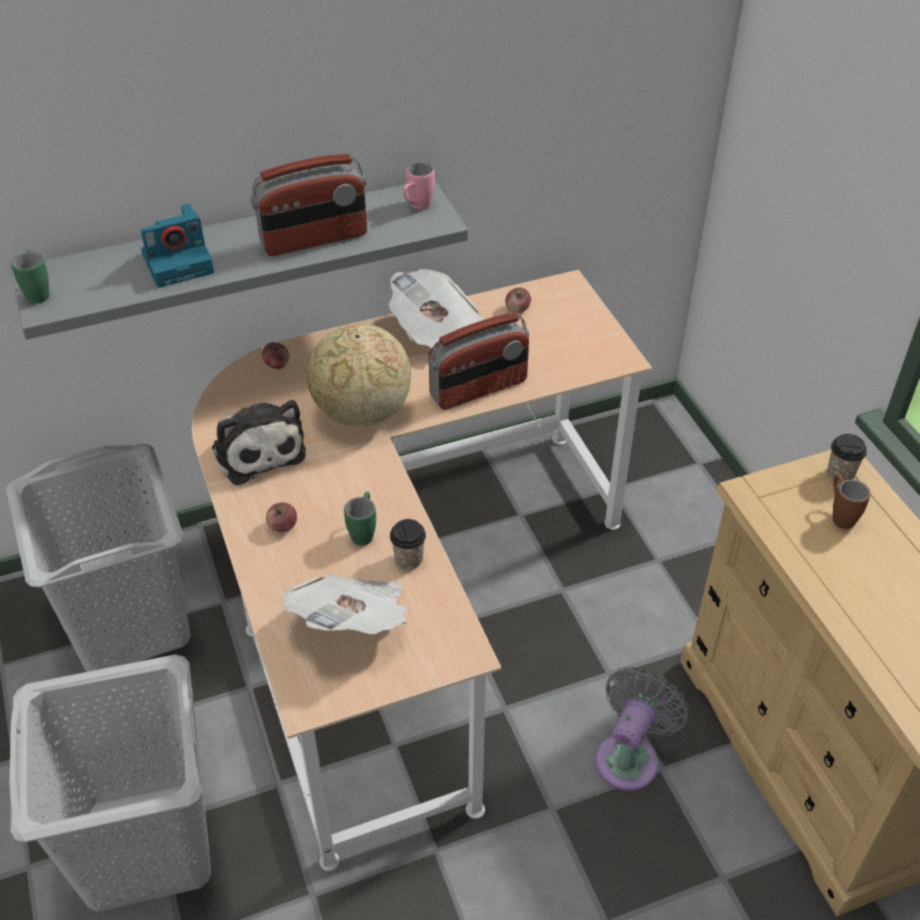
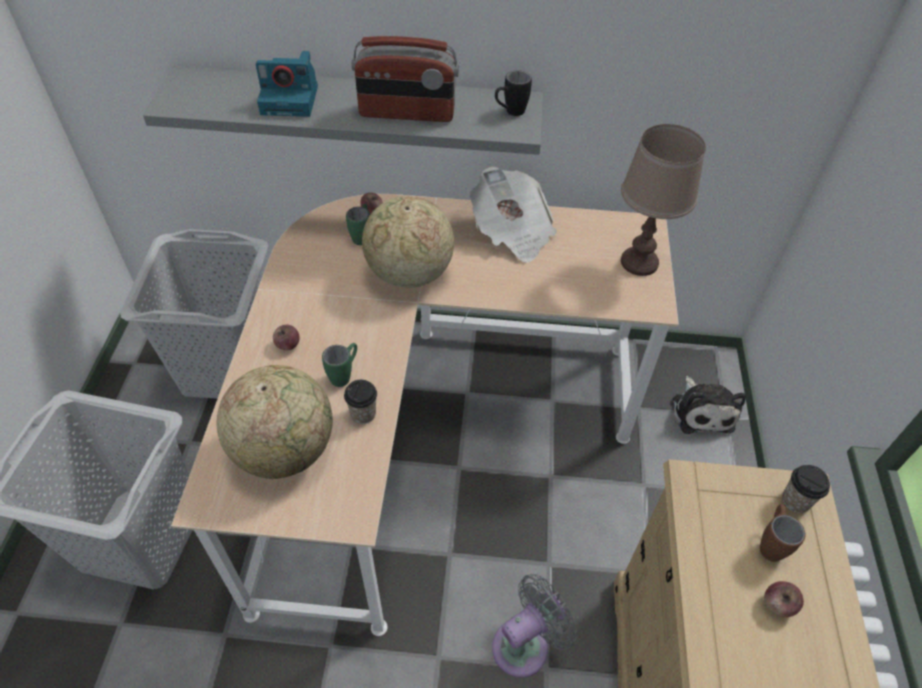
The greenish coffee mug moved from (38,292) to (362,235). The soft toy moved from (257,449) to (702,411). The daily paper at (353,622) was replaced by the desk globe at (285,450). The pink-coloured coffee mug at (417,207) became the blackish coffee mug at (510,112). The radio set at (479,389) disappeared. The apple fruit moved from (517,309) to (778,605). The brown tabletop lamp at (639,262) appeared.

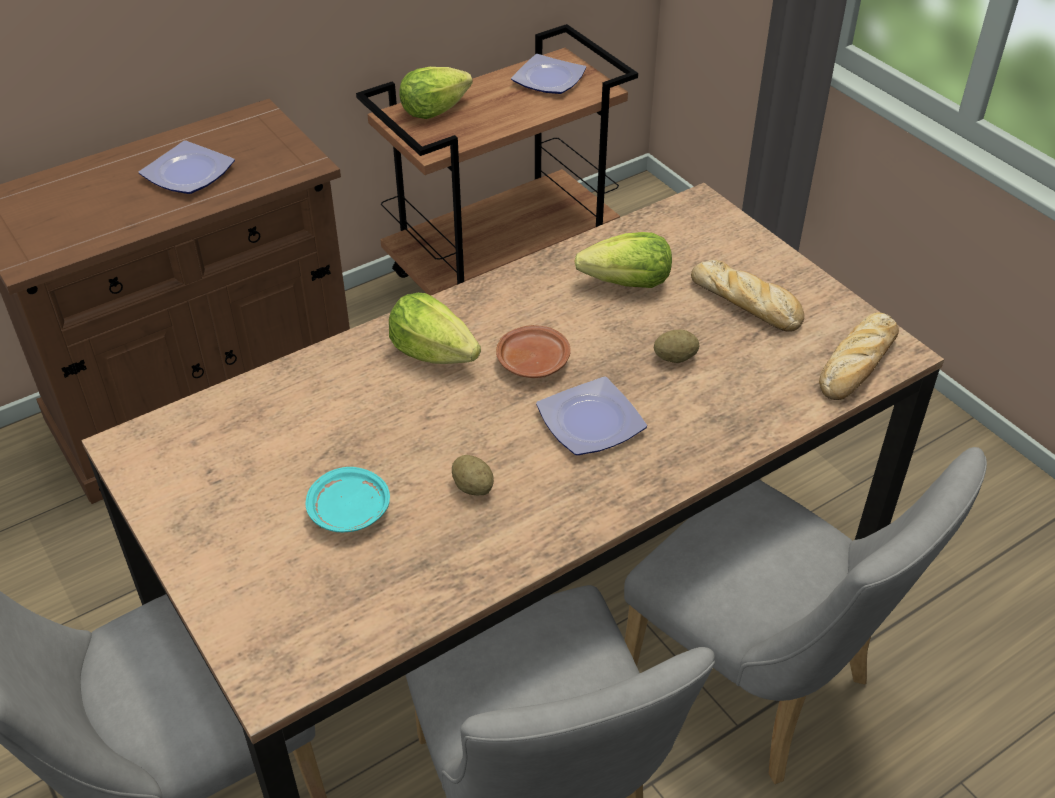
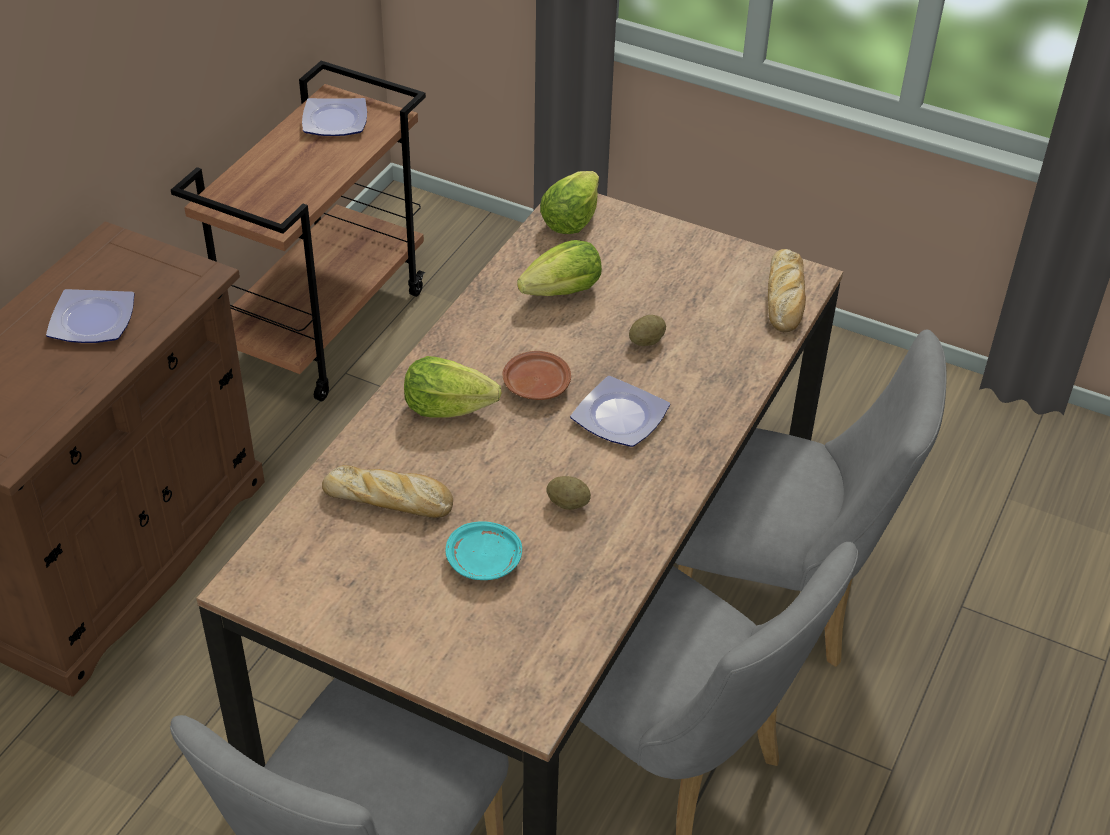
The head of lettuce moved from (433,110) to (570,220). The baked bread moved from (747,304) to (390,500).

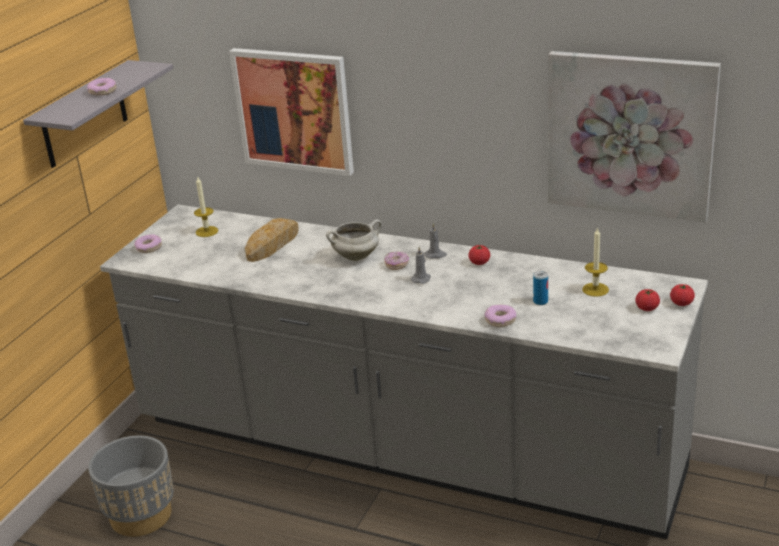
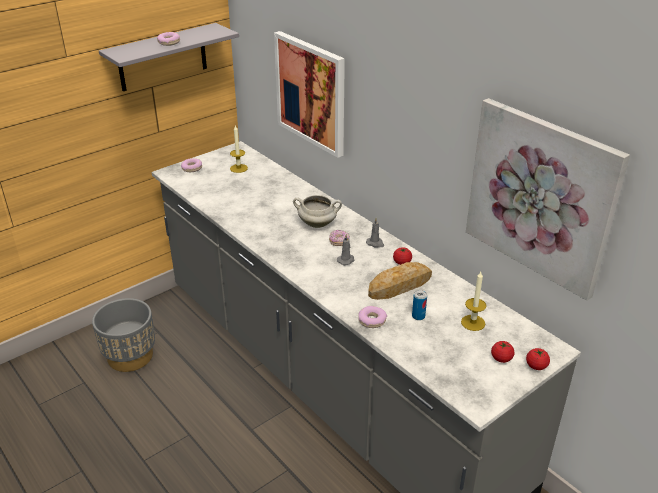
The baked bread moved from (273,244) to (400,285).

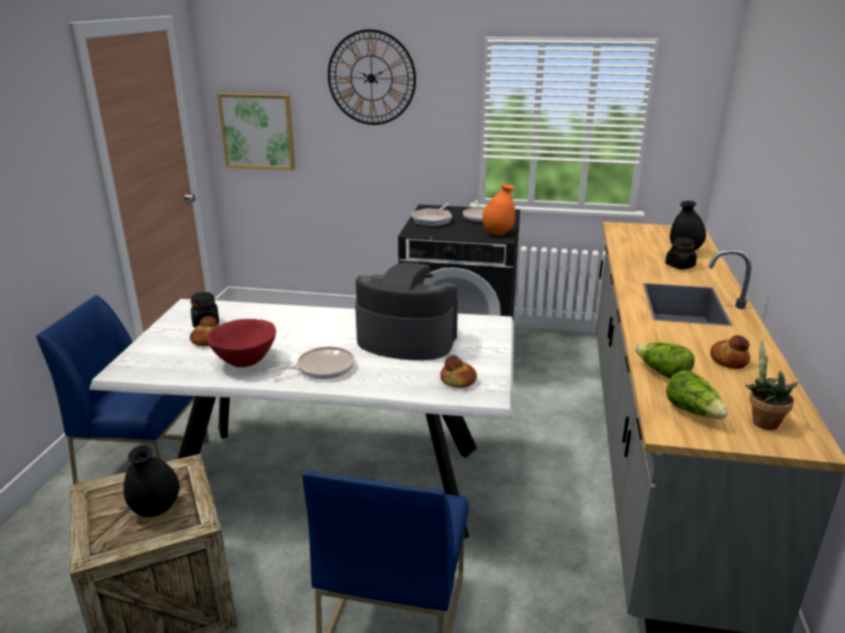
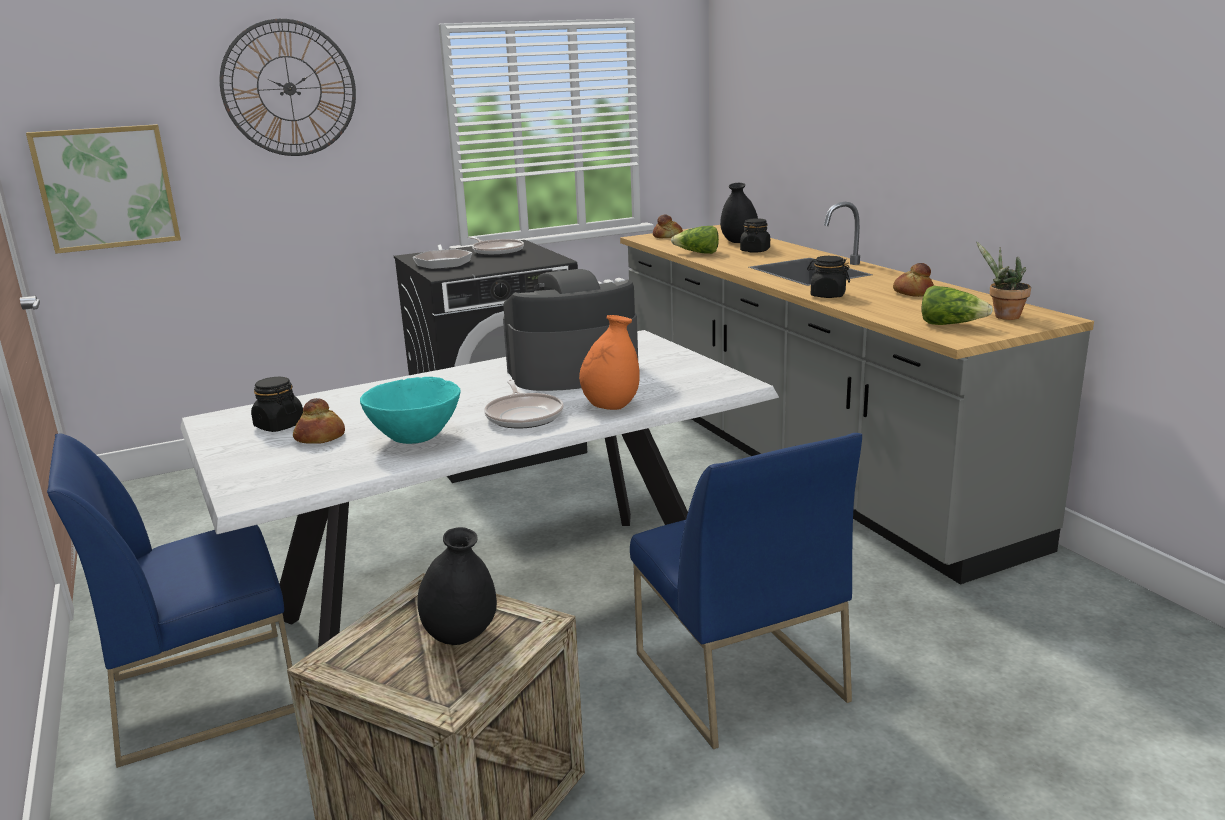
The red-coloured serving bowl at (245,362) became the blue-green serving bowl at (416,438). The skillet at (322,368) turned 135 degrees clockwise. The baked bread moved from (458,381) to (668,236). The orange-coloured vase moved from (497,233) to (611,407). The head of lettuce moved from (662,373) to (697,253). The blackish jar at (827,295) appeared.

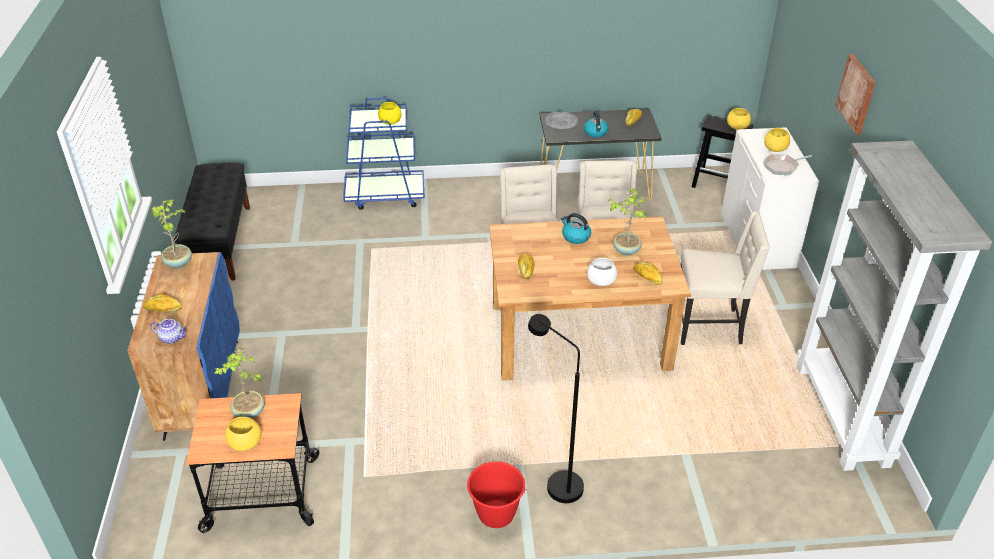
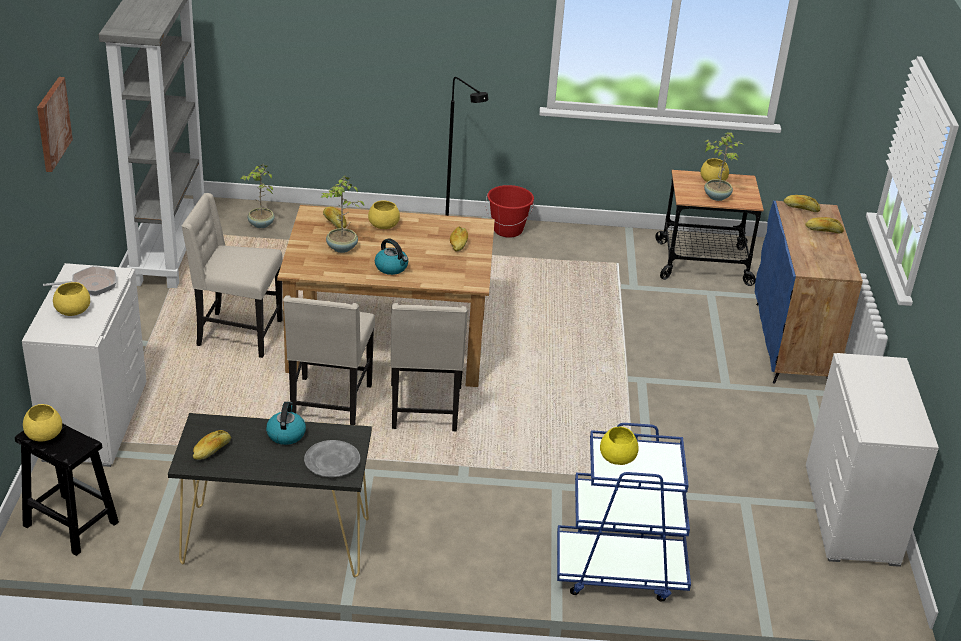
The houseplant moved from (179,262) to (260,224). The teapot at (172,338) was replaced by the baked bread at (801,208). The blackish long seat at (220,243) was replaced by the white dresser at (852,515). The white serving bowl at (600,281) became the yellowish serving bowl at (384,225).

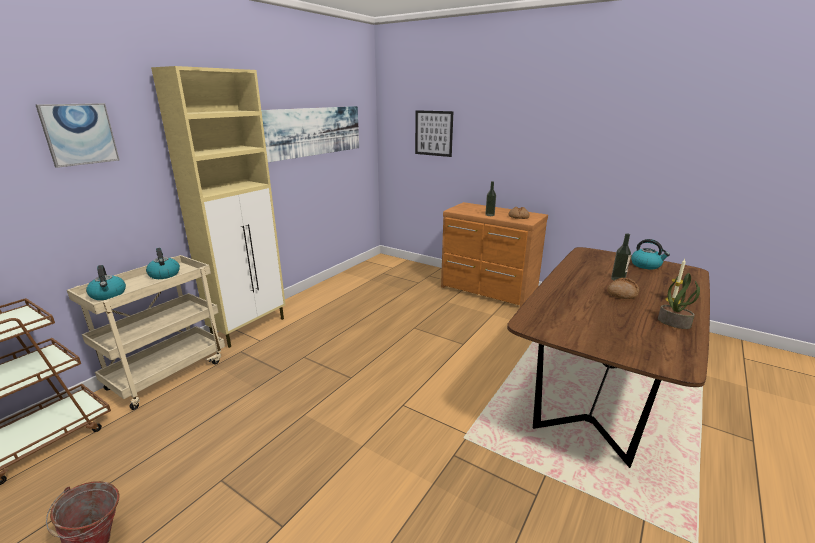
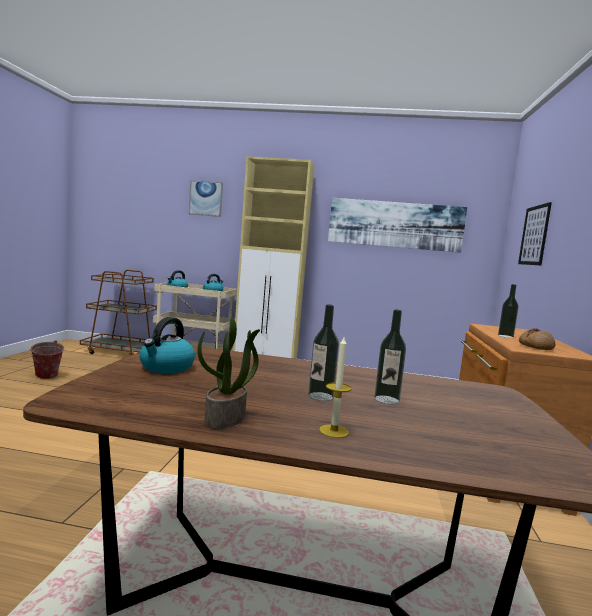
The baked bread at (622,293) was replaced by the drink bottle at (320,396). The tea kettle moved from (646,265) to (166,367).

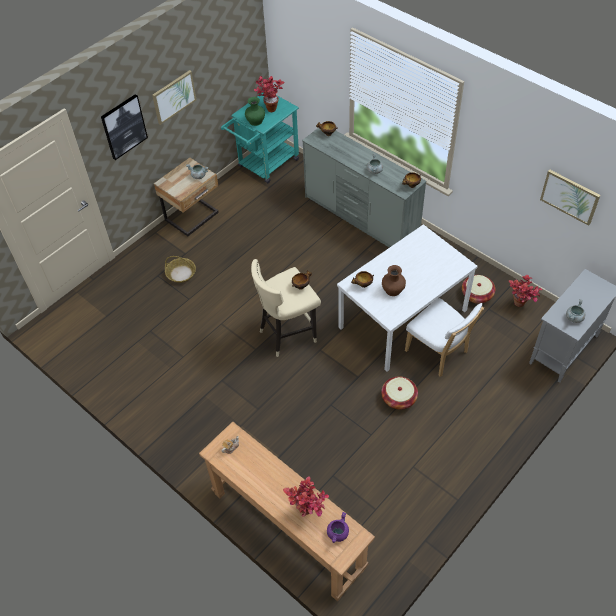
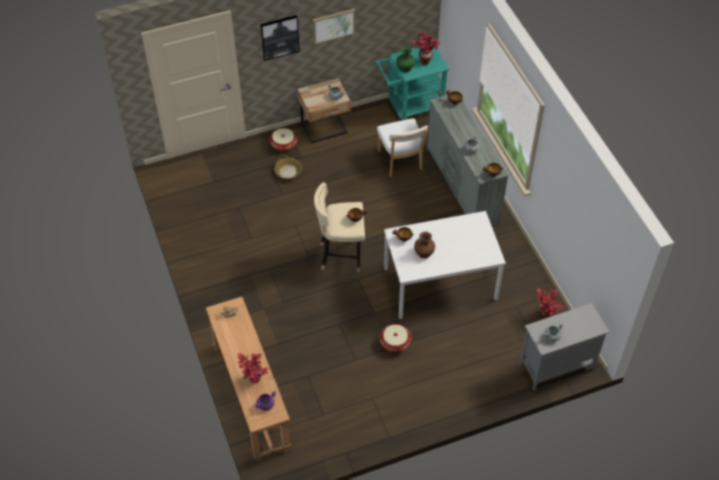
The white upright chair moved from (438,353) to (401,162). The storage basket moved from (477,295) to (283,145). The picture at (570,196) disappeared.

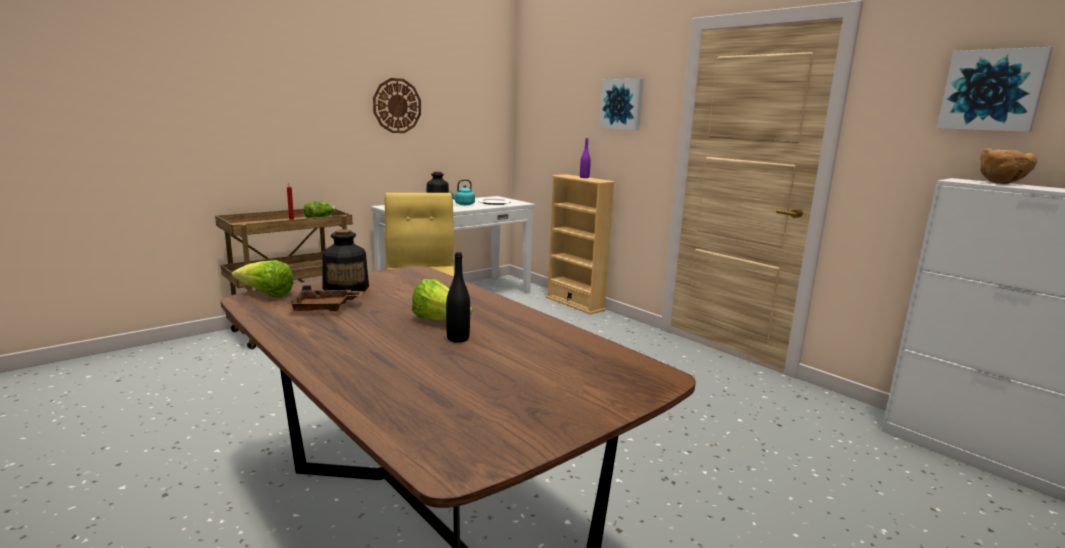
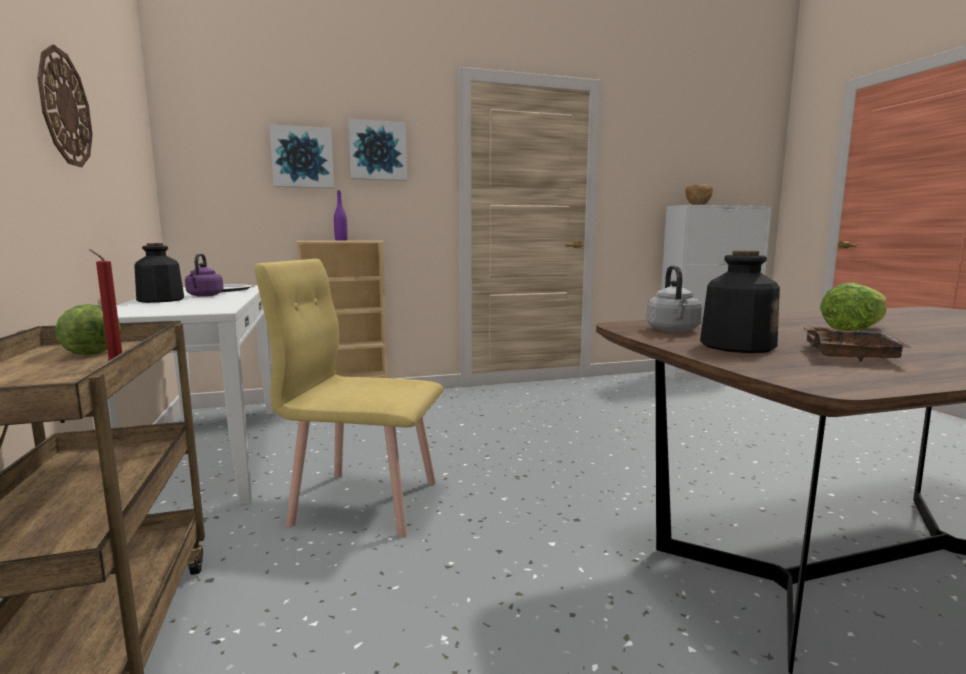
The head of lettuce at (266,295) disappeared. The blackish drink bottle at (458,338) disappeared. The blue-green tea kettle at (463,204) became the purplish tea kettle at (204,295). The picture moved from (992,90) to (302,157). The greyish tea kettle at (673,330) appeared.

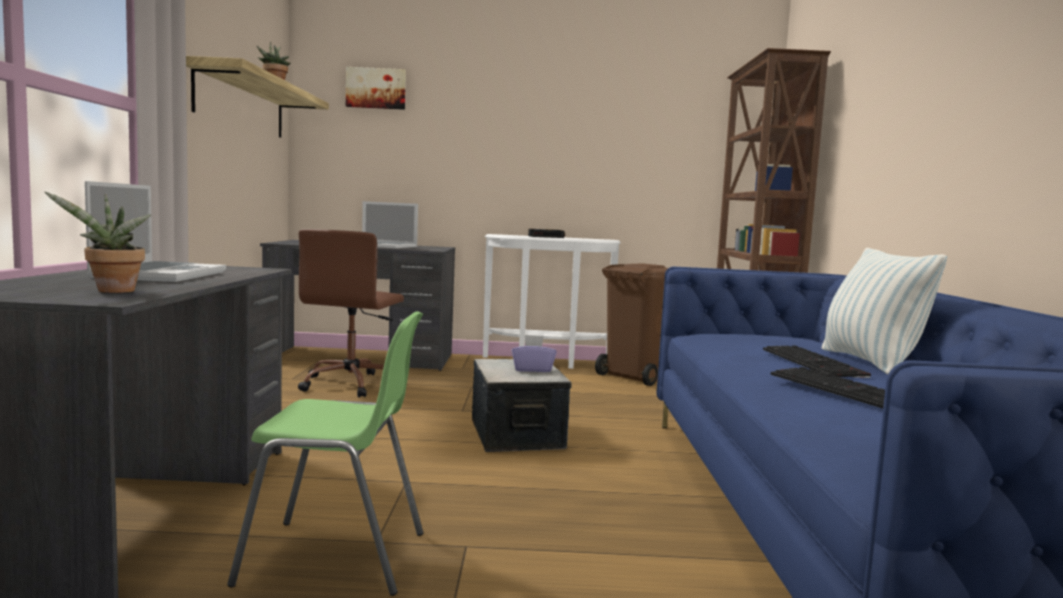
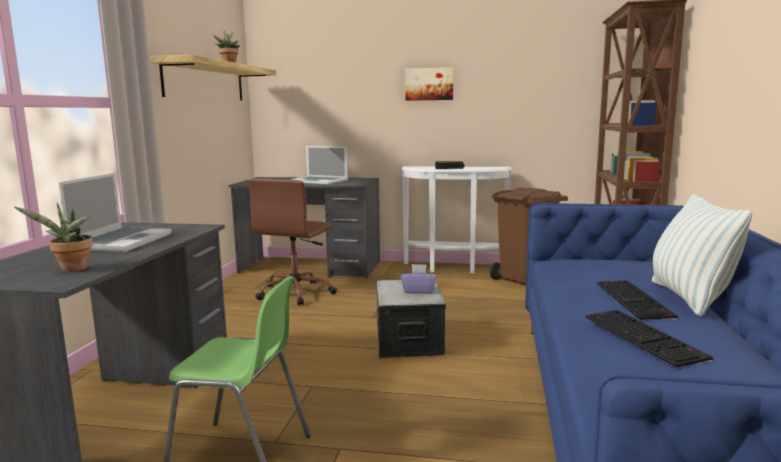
The picture moved from (376,88) to (429,84).

